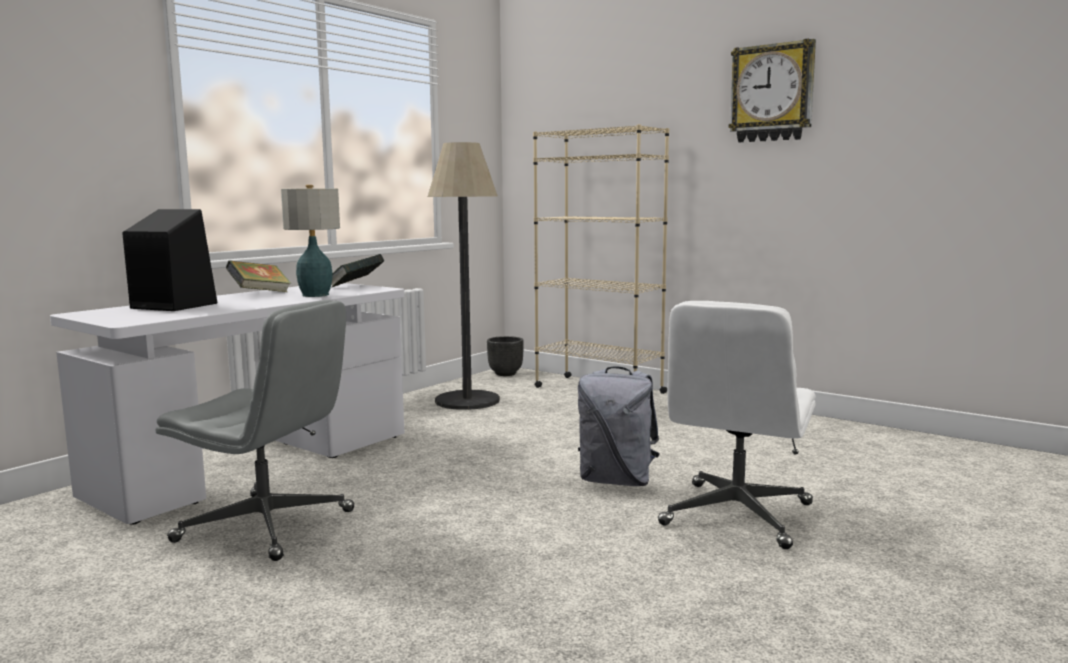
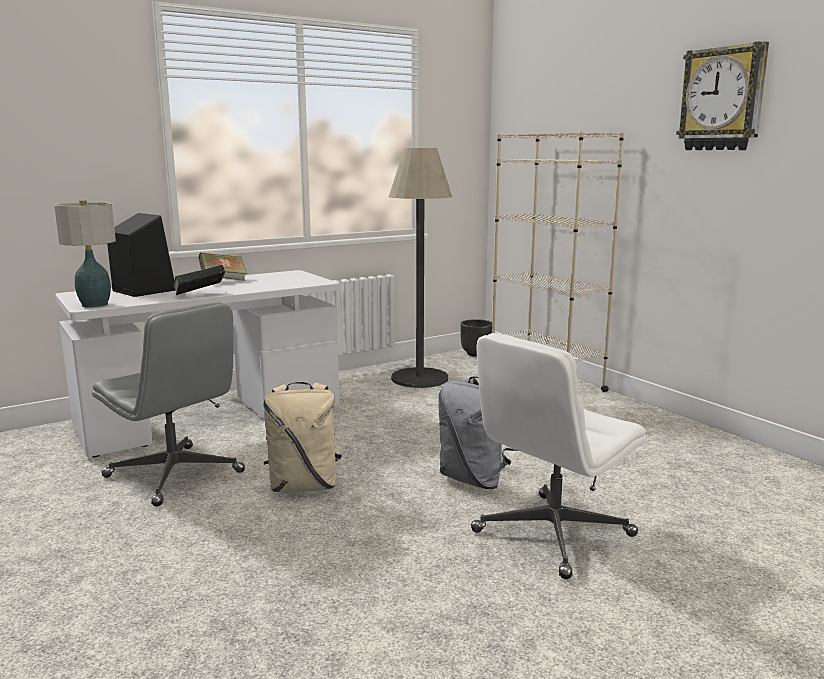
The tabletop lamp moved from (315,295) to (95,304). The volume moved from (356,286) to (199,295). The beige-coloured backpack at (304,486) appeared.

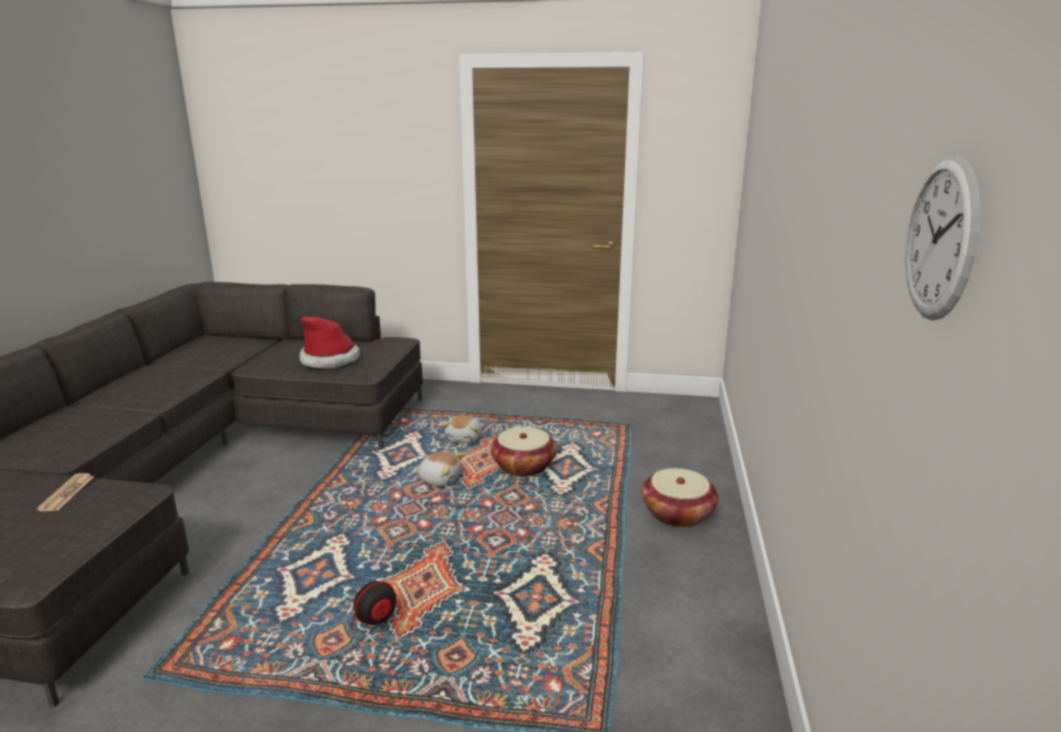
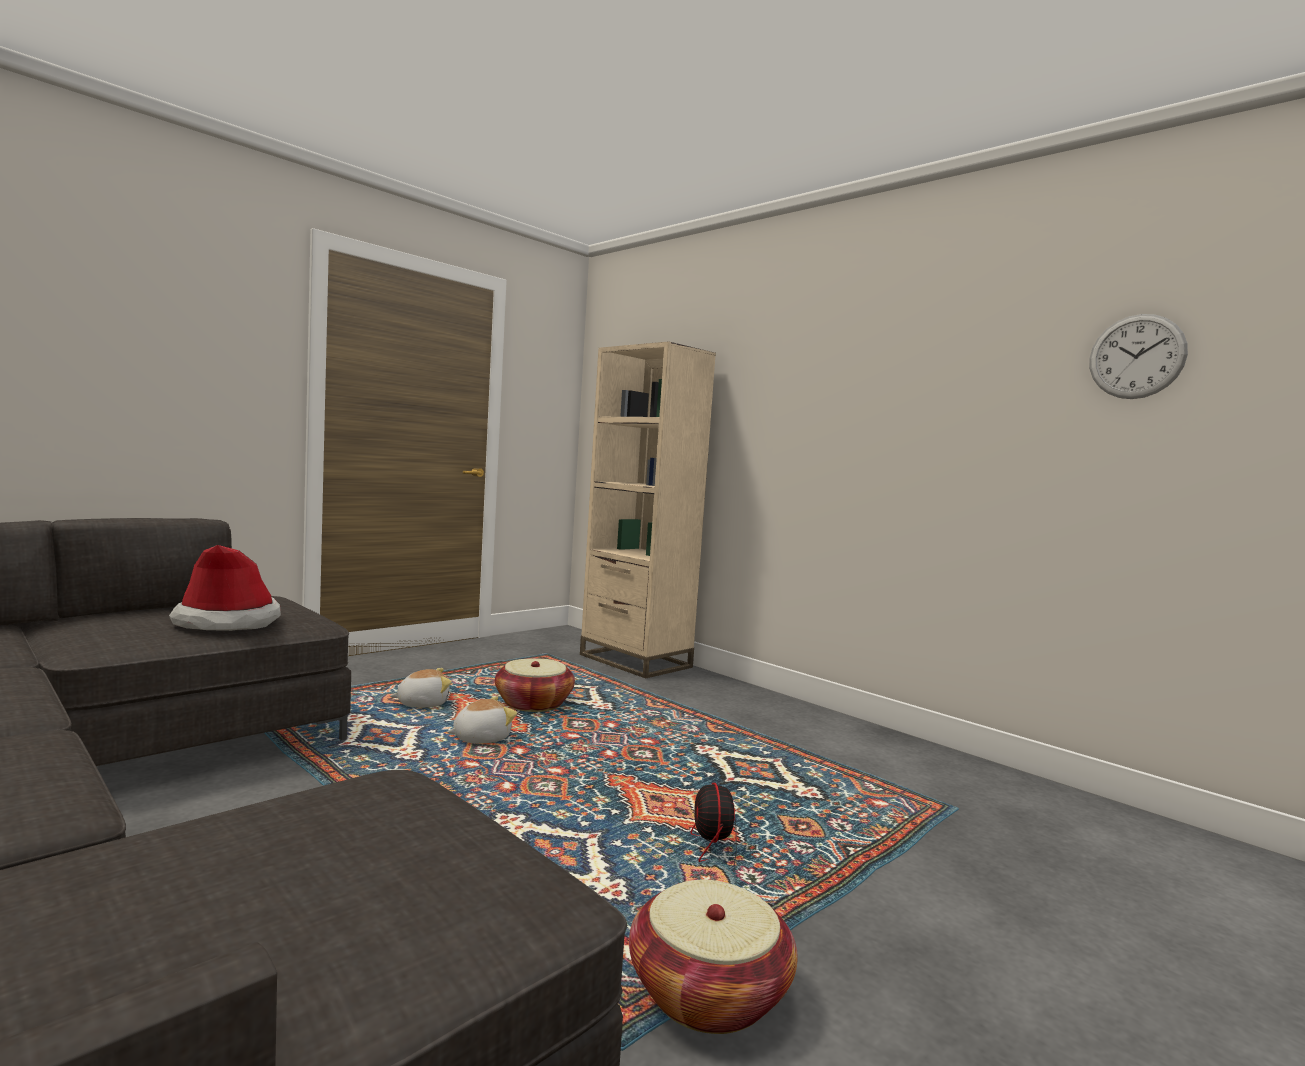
The daily paper at (67,493) disappeared. The soft toy at (465,438) turned 75 degrees counterclockwise. The storage basket moved from (677,514) to (708,992). The beige-coloured shelving unit at (635,661) appeared.

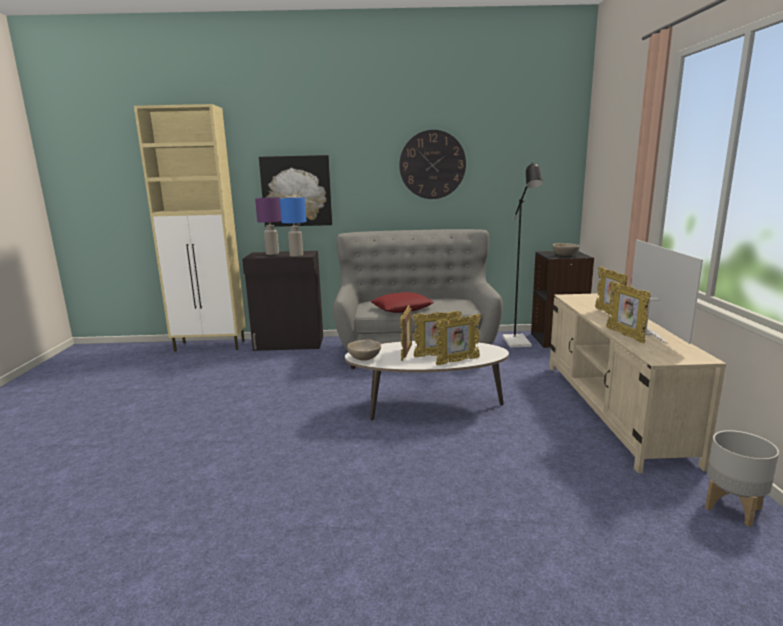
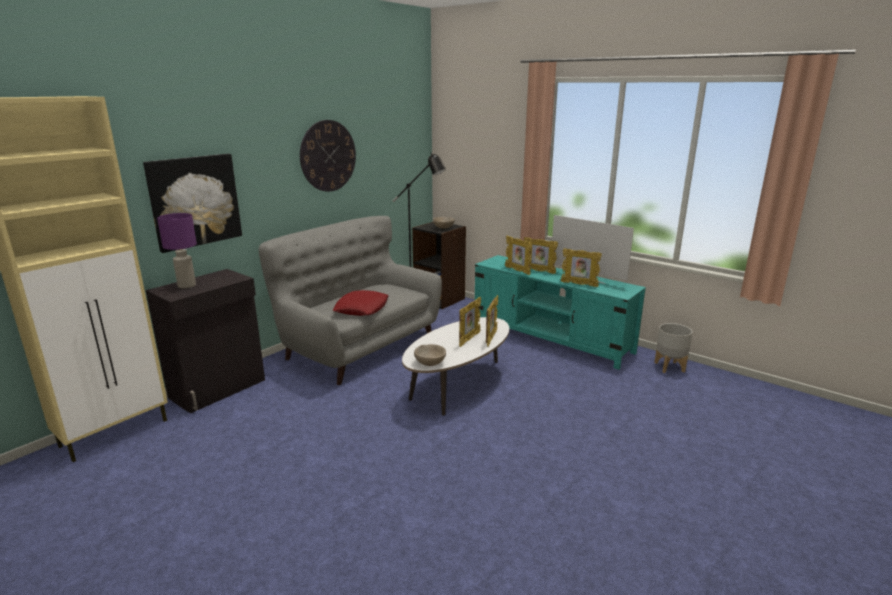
The blue tabletop lamp at (296,255) disappeared. The standing frame moved from (406,353) to (517,271). The beige-coloured tv unit at (612,409) became the blue-green tv unit at (551,338).

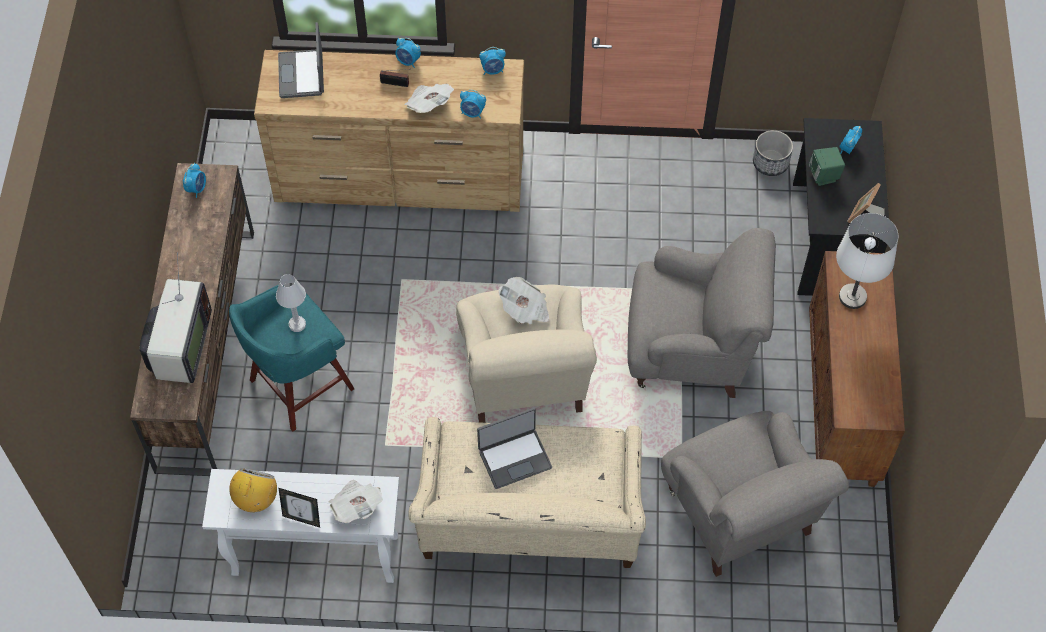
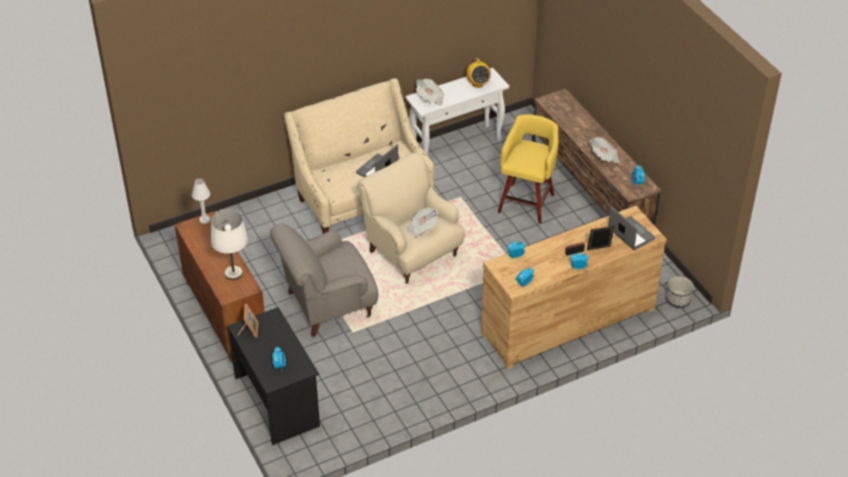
The TV set at (180,348) disappeared. The blue-green stool at (298,386) became the yellowish stool at (527,202). The white tabletop lamp moved from (297,324) to (204,220). The standing frame moved from (302,519) to (599,249). The daily paper moved from (429,105) to (604,157). The greyish lounge chair at (740,515) disappeared. The plant pot moved from (770,163) to (678,300). The greenish audio speaker at (824,175) disappeared.

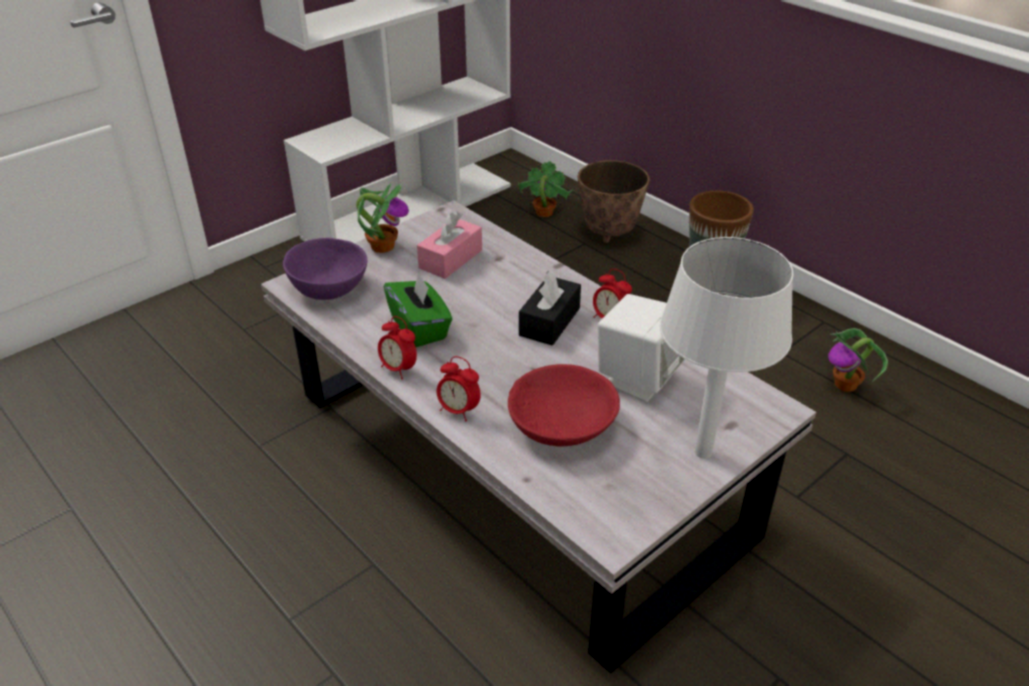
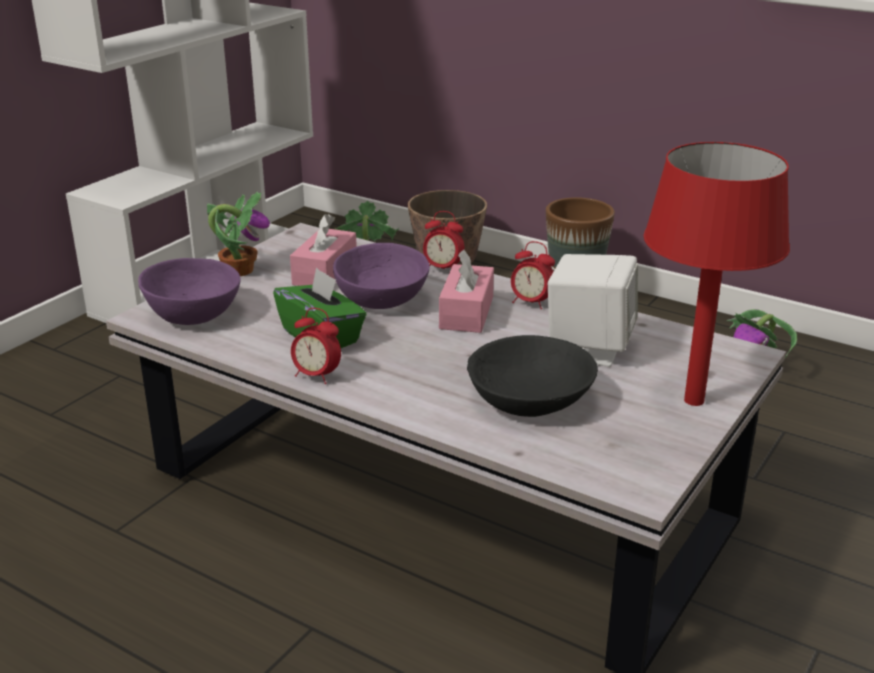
The bedside clock moved from (458,410) to (442,269). The red-coloured serving bowl at (562,424) became the blackish serving bowl at (530,398). The blackish tissue box at (549,322) became the pink-coloured tissue box at (466,313). The white tabletop lamp at (703,453) became the red-coloured tabletop lamp at (694,401). The purplish serving bowl at (380,299) appeared.

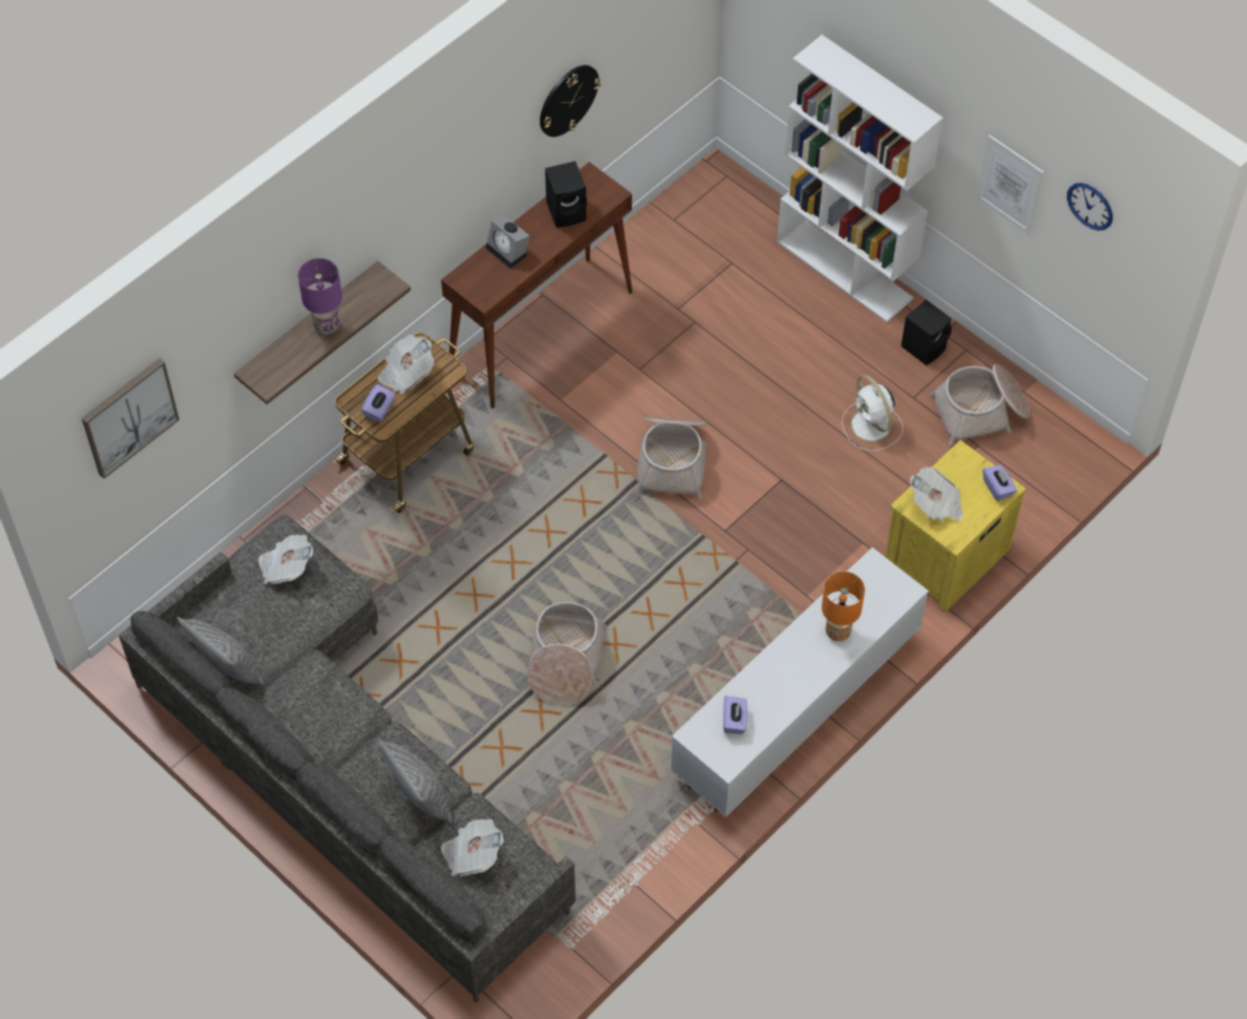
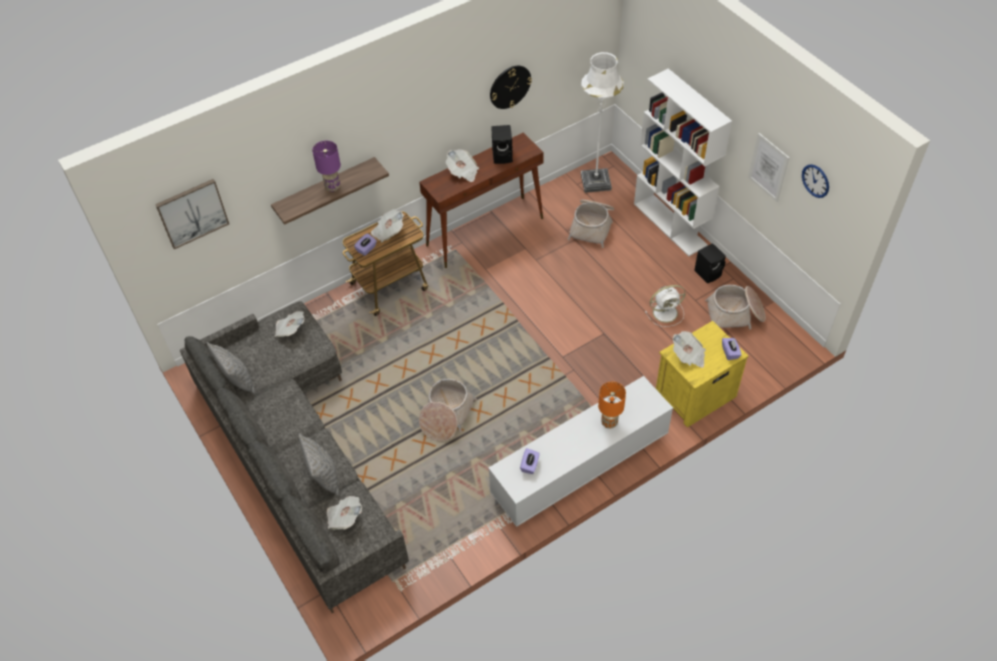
The bedside clock at (509,251) was replaced by the daily paper at (463,172). The storage basket moved from (672,459) to (592,226). The white electric fan at (872,427) turned 90 degrees counterclockwise. The white standard lamp at (596,182) appeared.

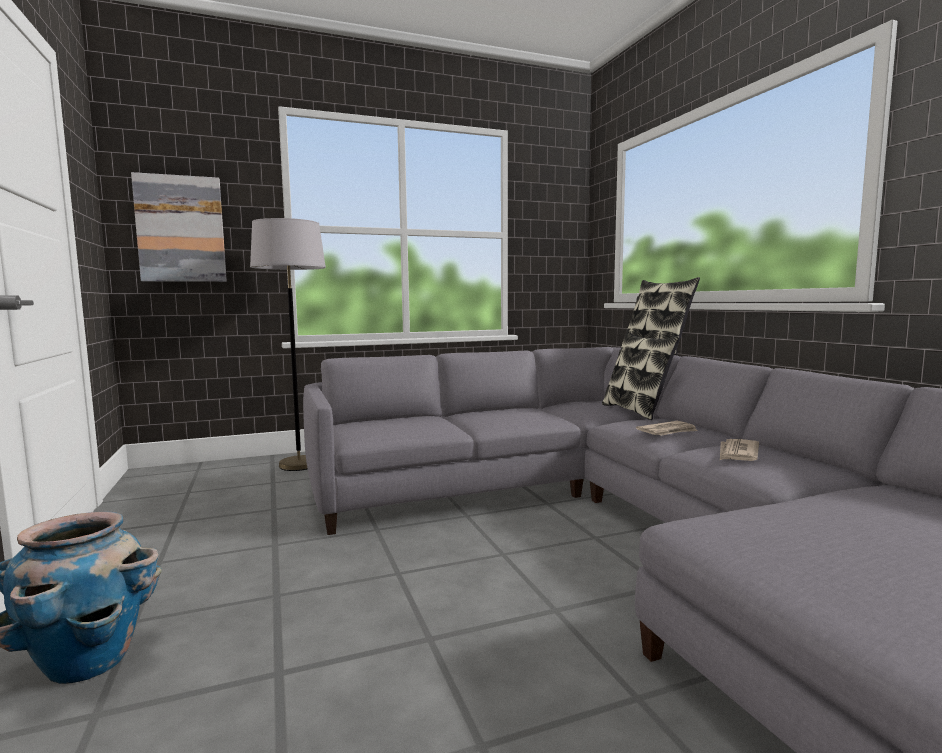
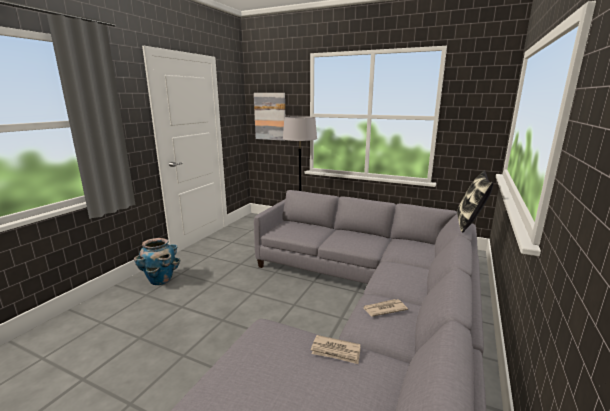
The throw pillow at (636,411) disappeared. The daily paper moved from (668,431) to (336,351).

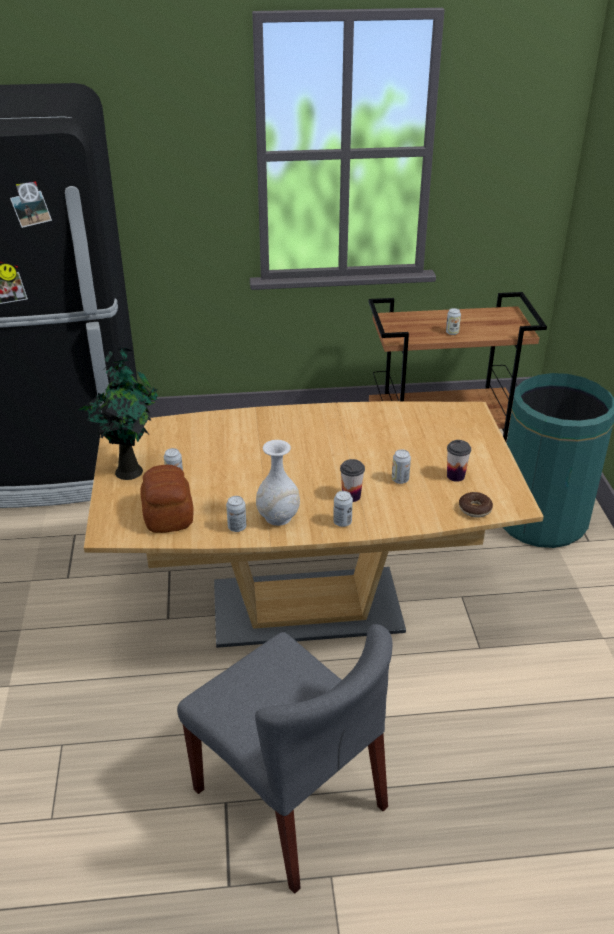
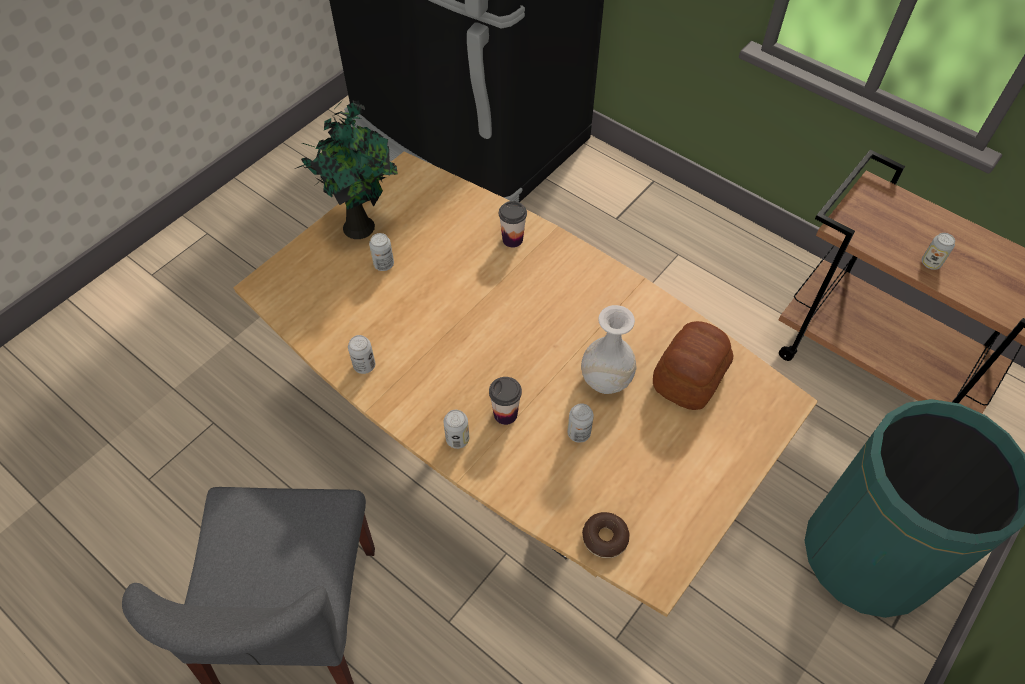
The baked bread moved from (169,513) to (691,377). The white vase moved from (278,517) to (606,380). The drinking cup moved from (455,476) to (512,239).

